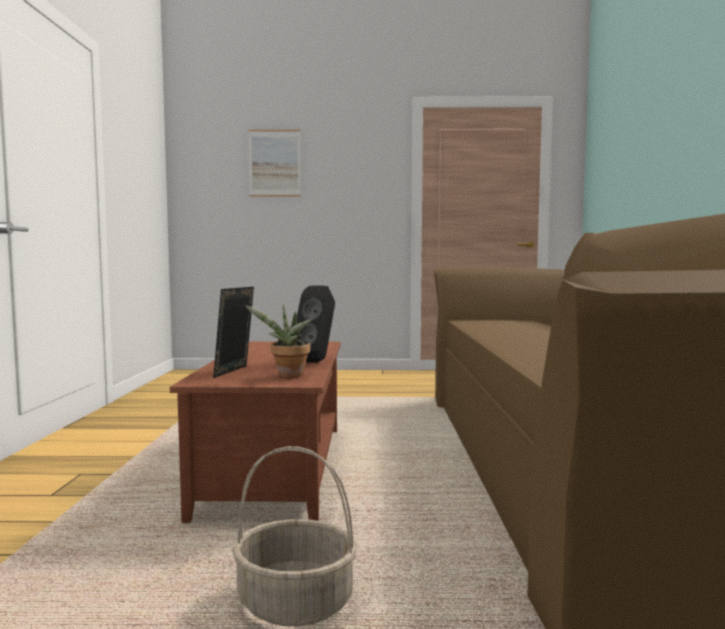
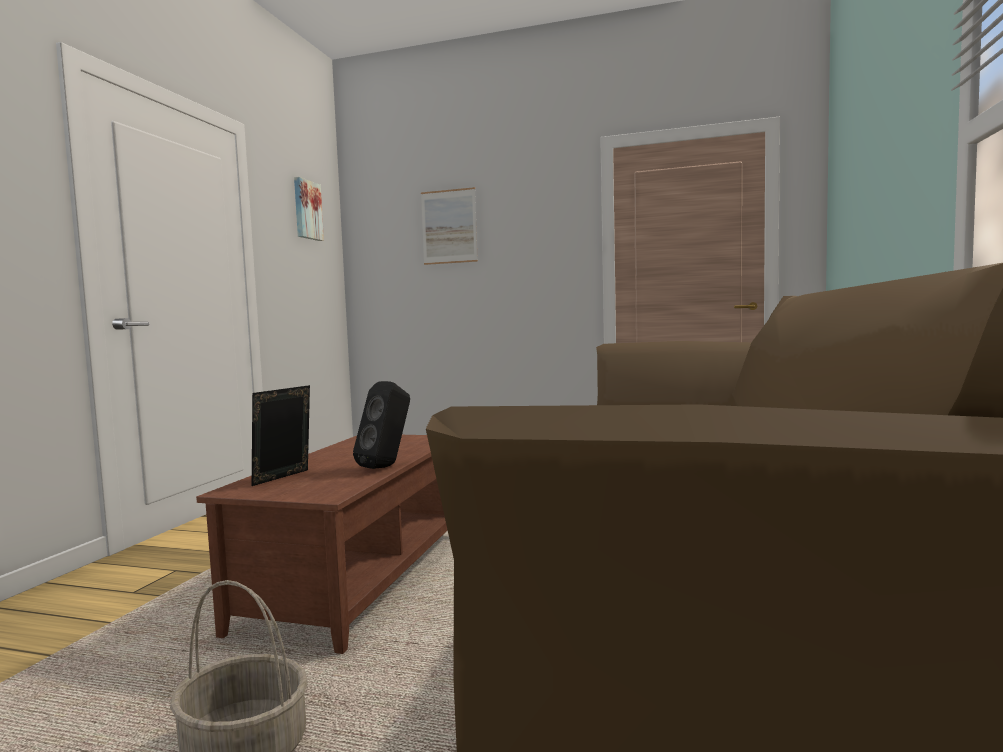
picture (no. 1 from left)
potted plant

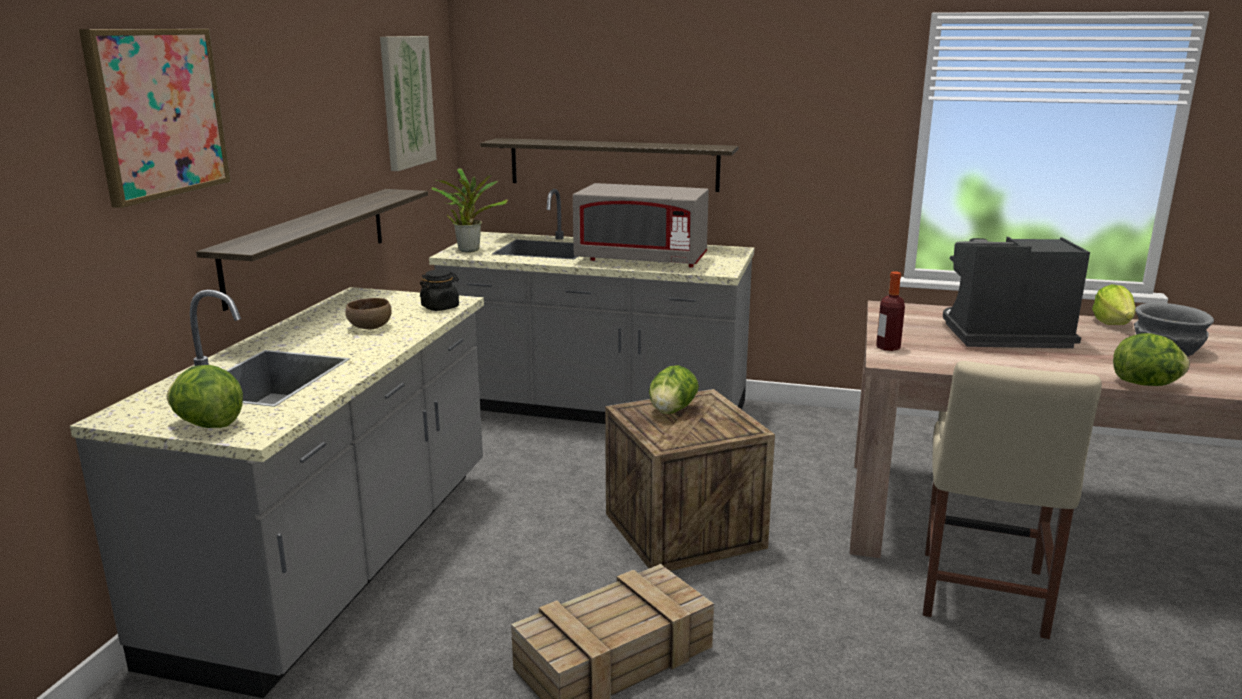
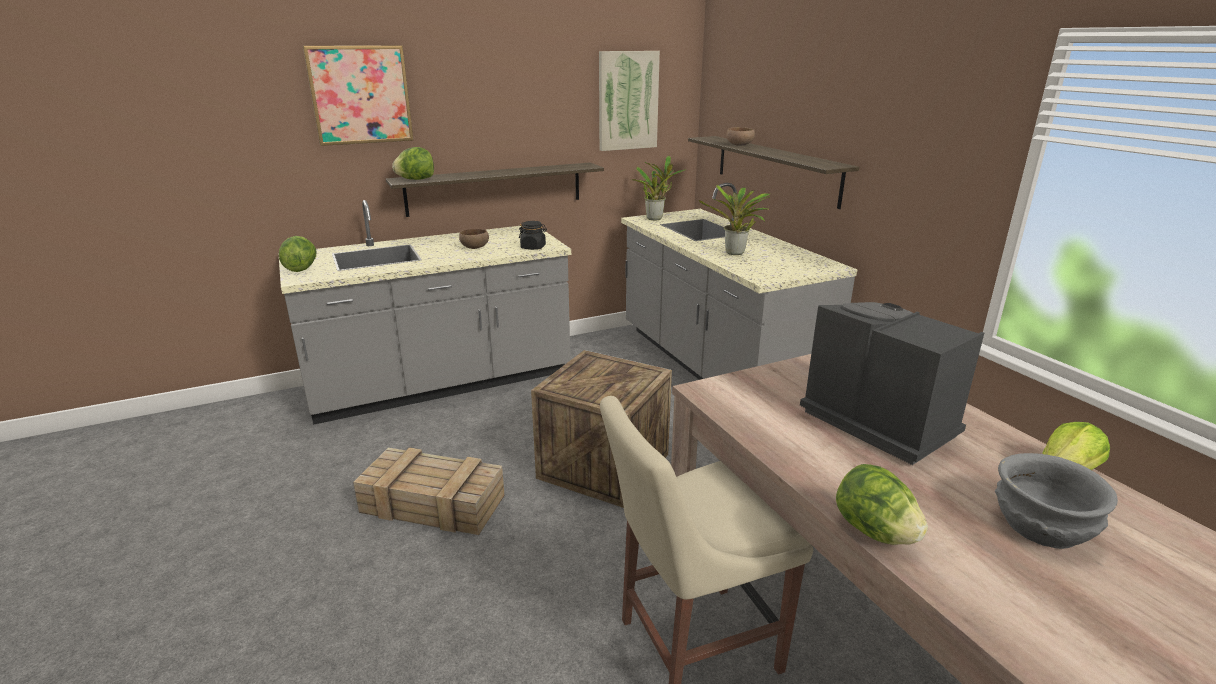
lettuce head (no. 2 from left)
potted plant (no. 2 from left)
deep dish in brown-coloured (no. 2 from left)
bottle

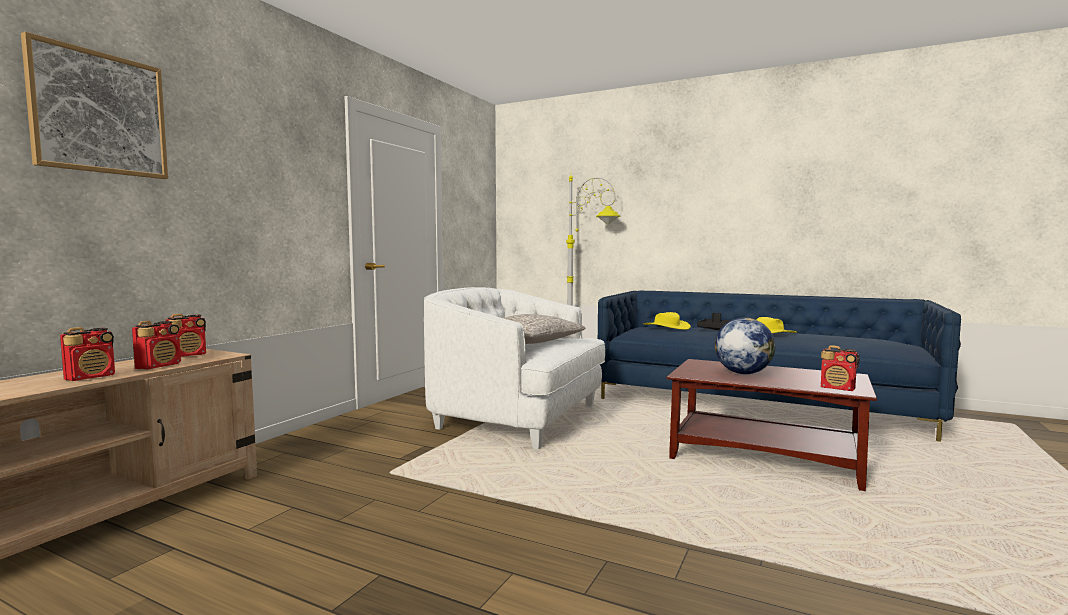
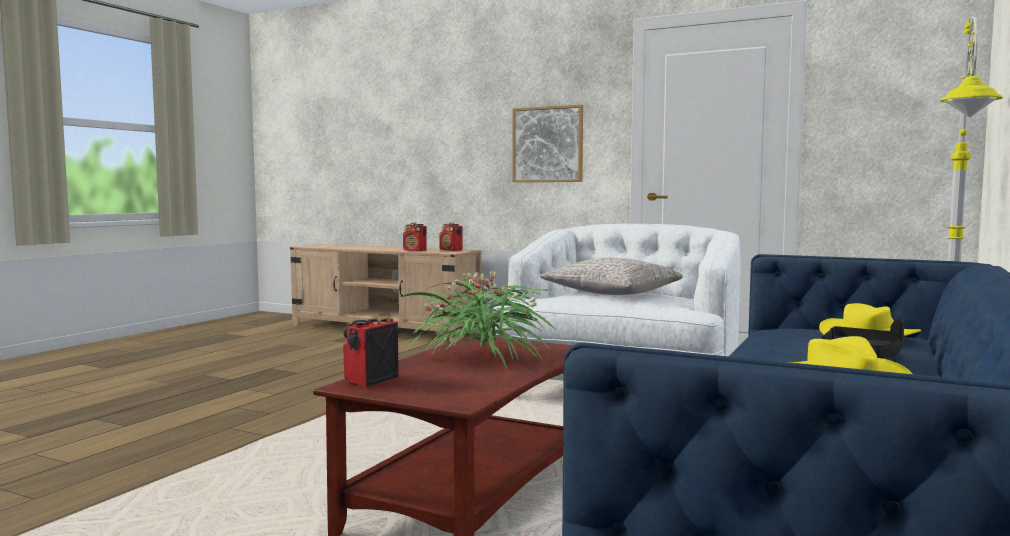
potted plant
picture
radio (no. 1 from left in the first image)

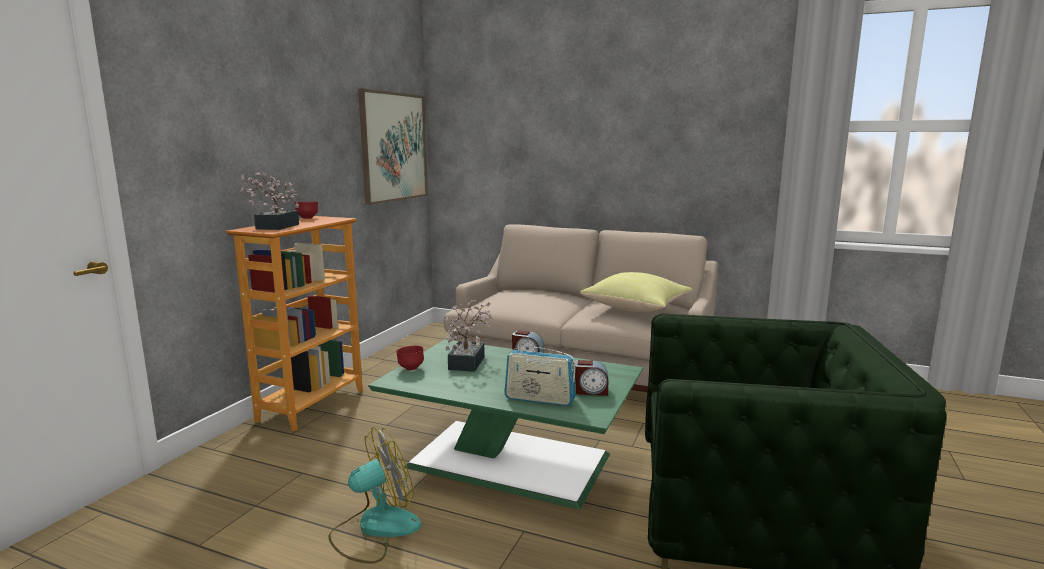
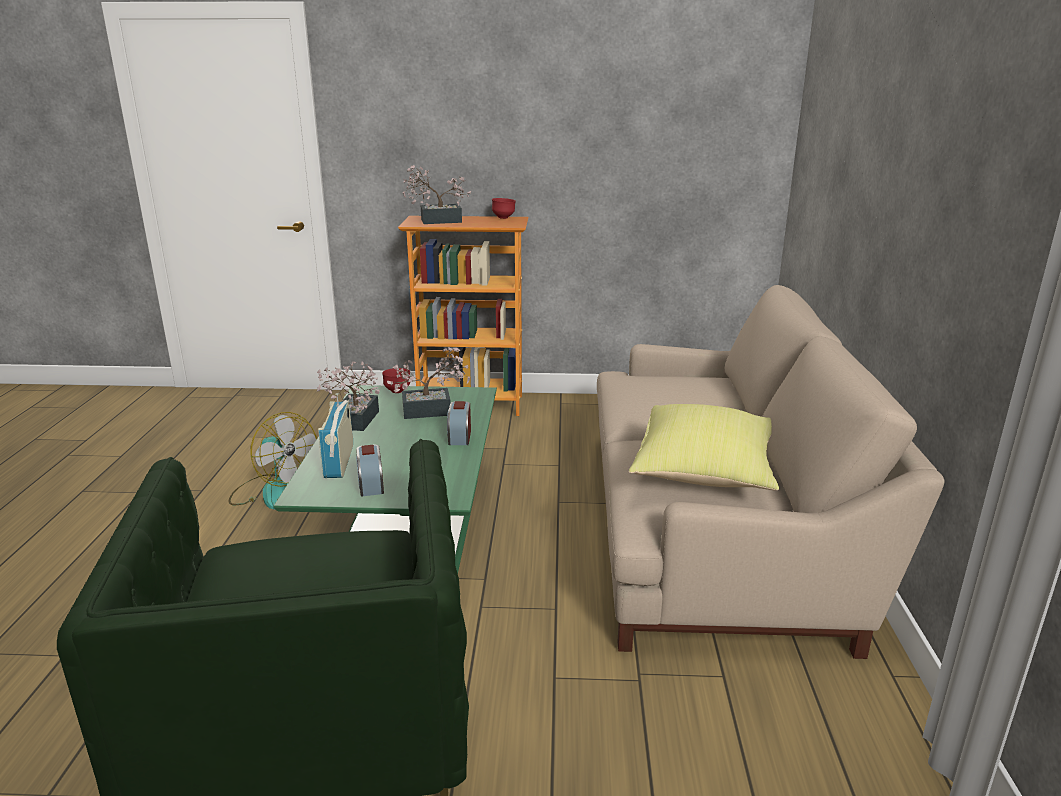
potted plant (no. 1 from left)
picture

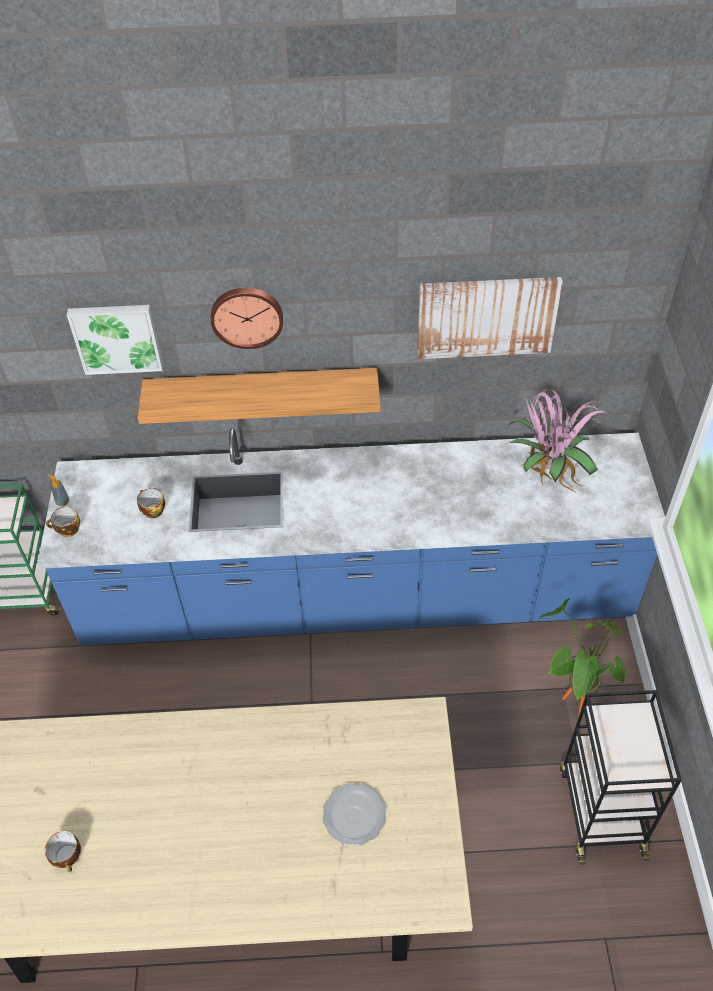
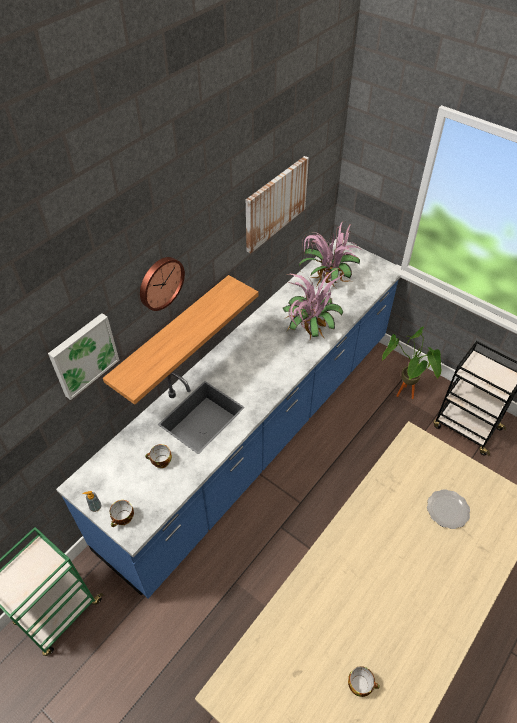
potted plant (no. 1 from left)

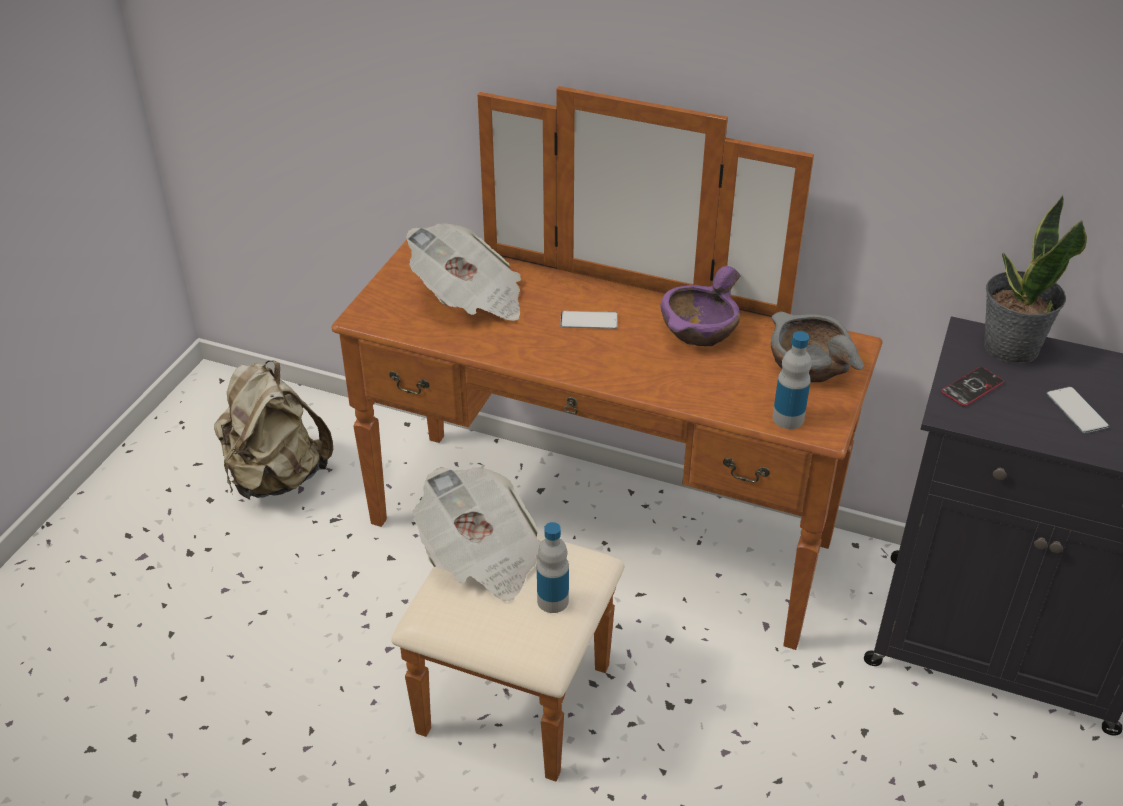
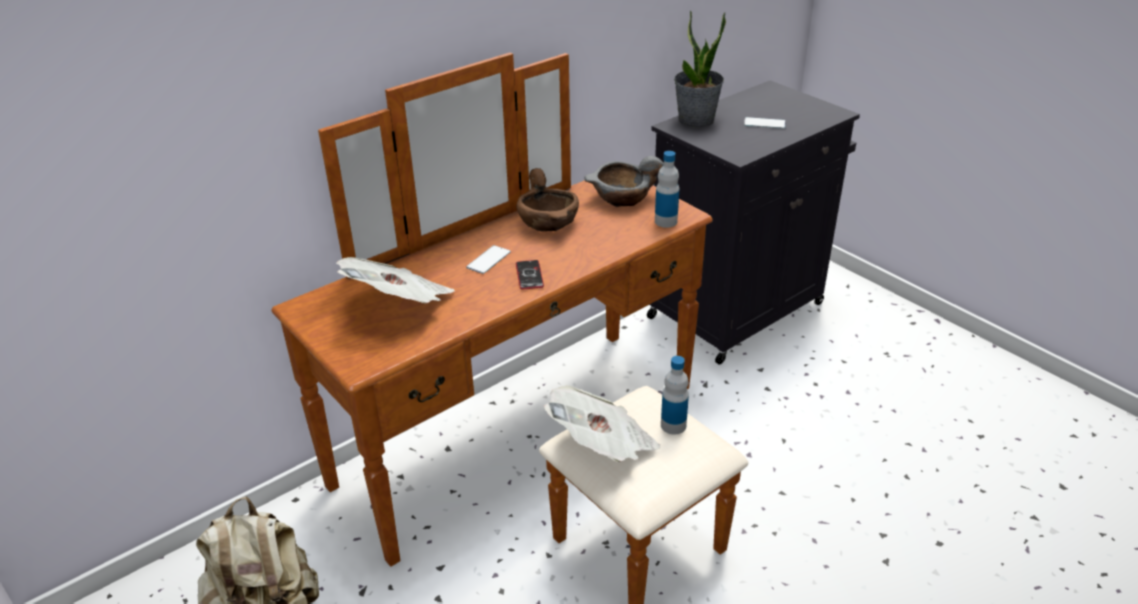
deep dish in brown-coloured
telephone (no. 2 from left)

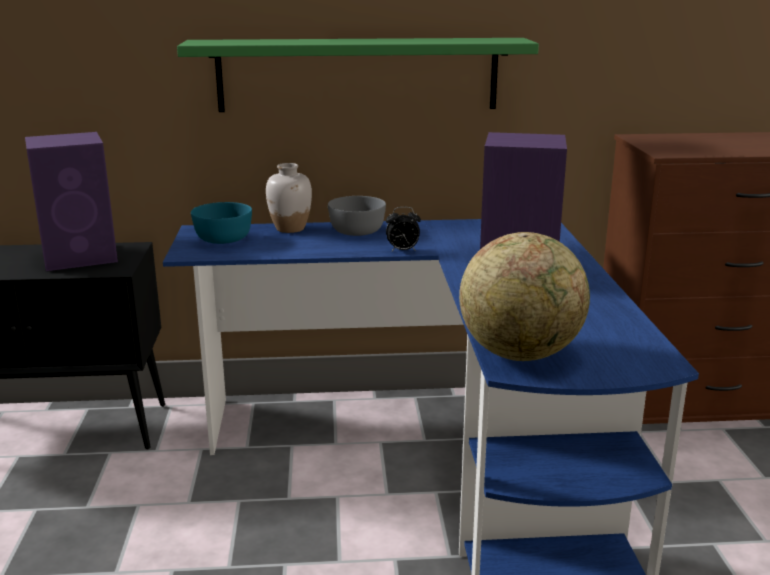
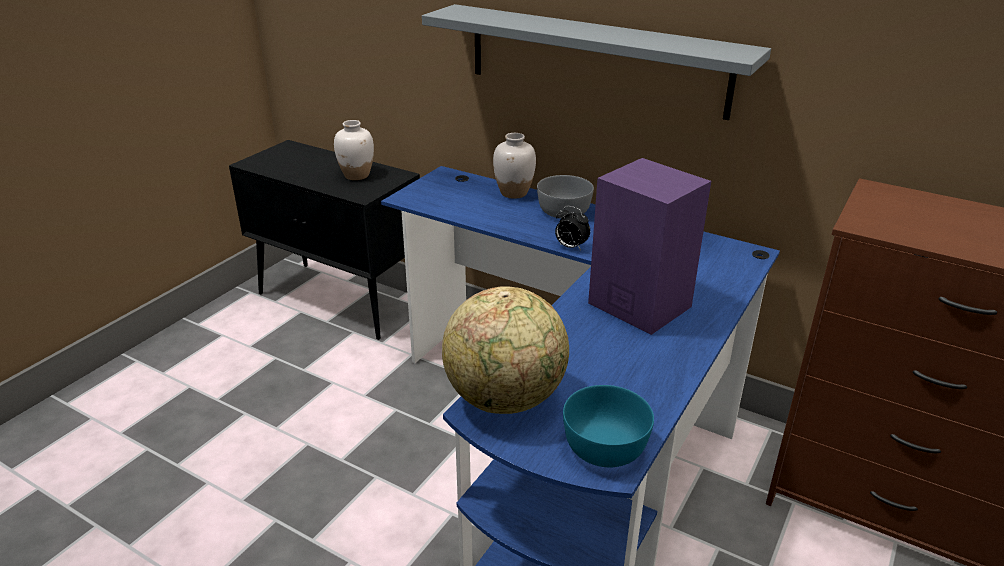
flower vase in whitish (no. 1 from left)
wall shelf in grey
deep dish in blue-green

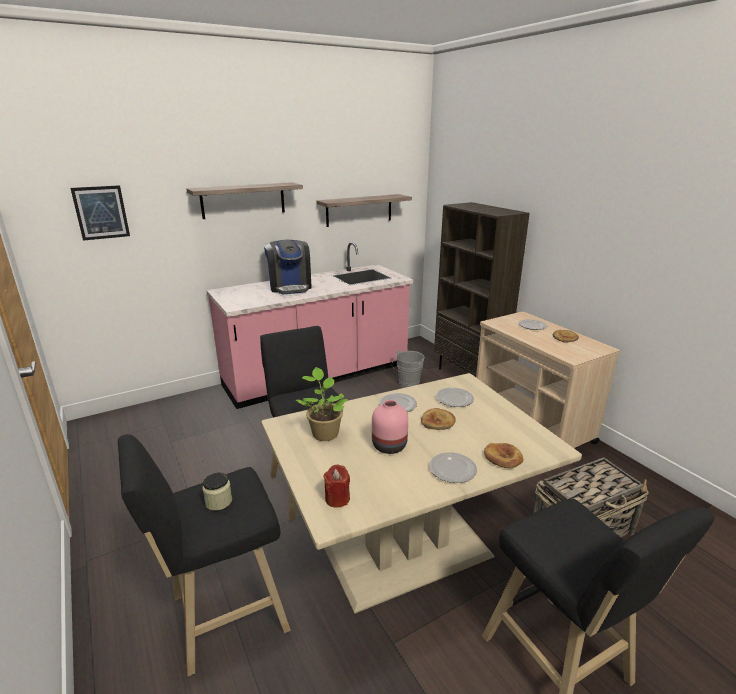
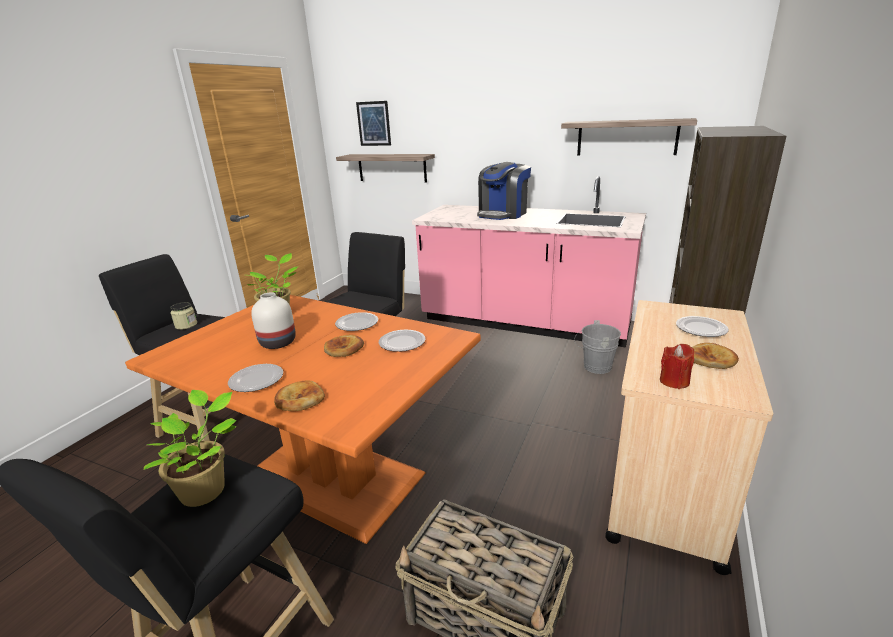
dining table in orangey
potted plant (no. 1 from left)
flower vase in whitish
wall shelf (no. 1 from left)
candle in reddish

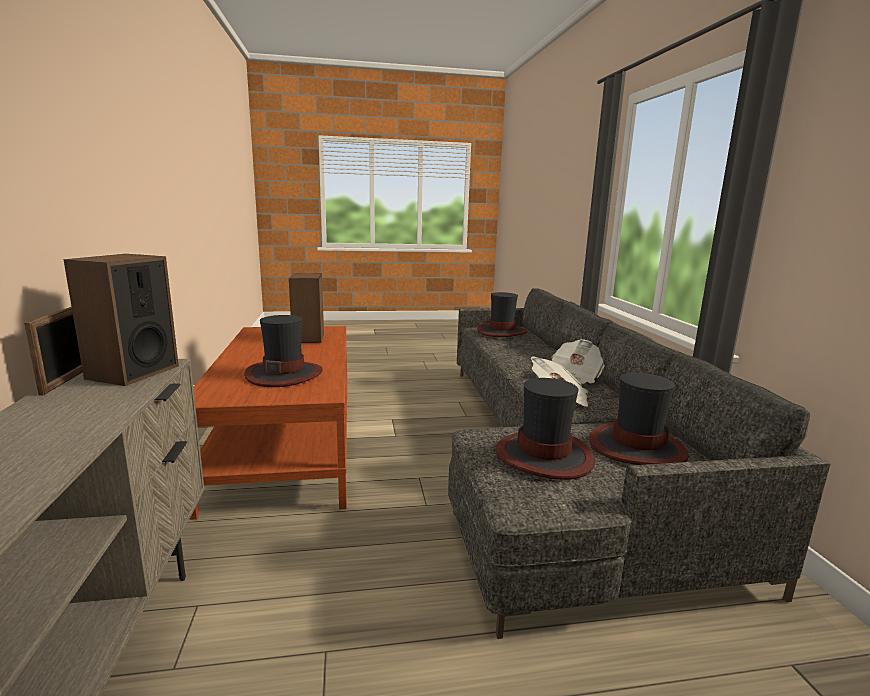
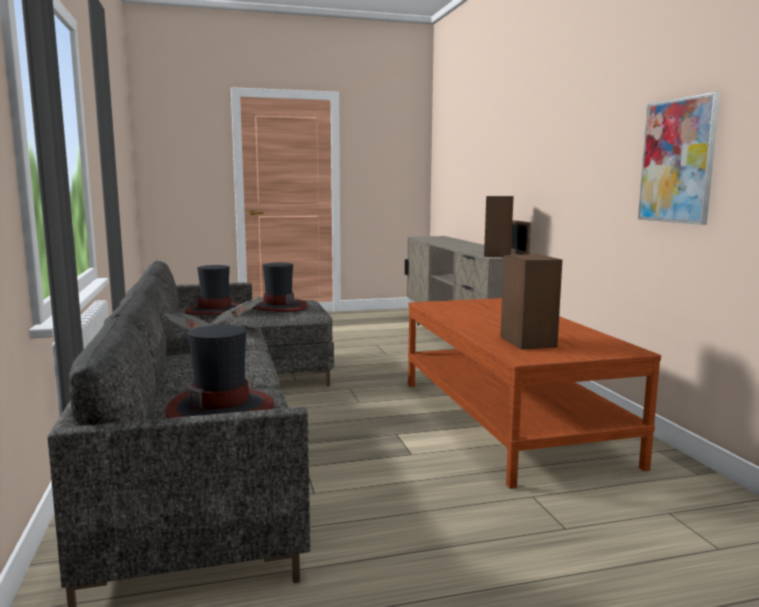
picture
clothing hat (no. 1 from left in the first image)

